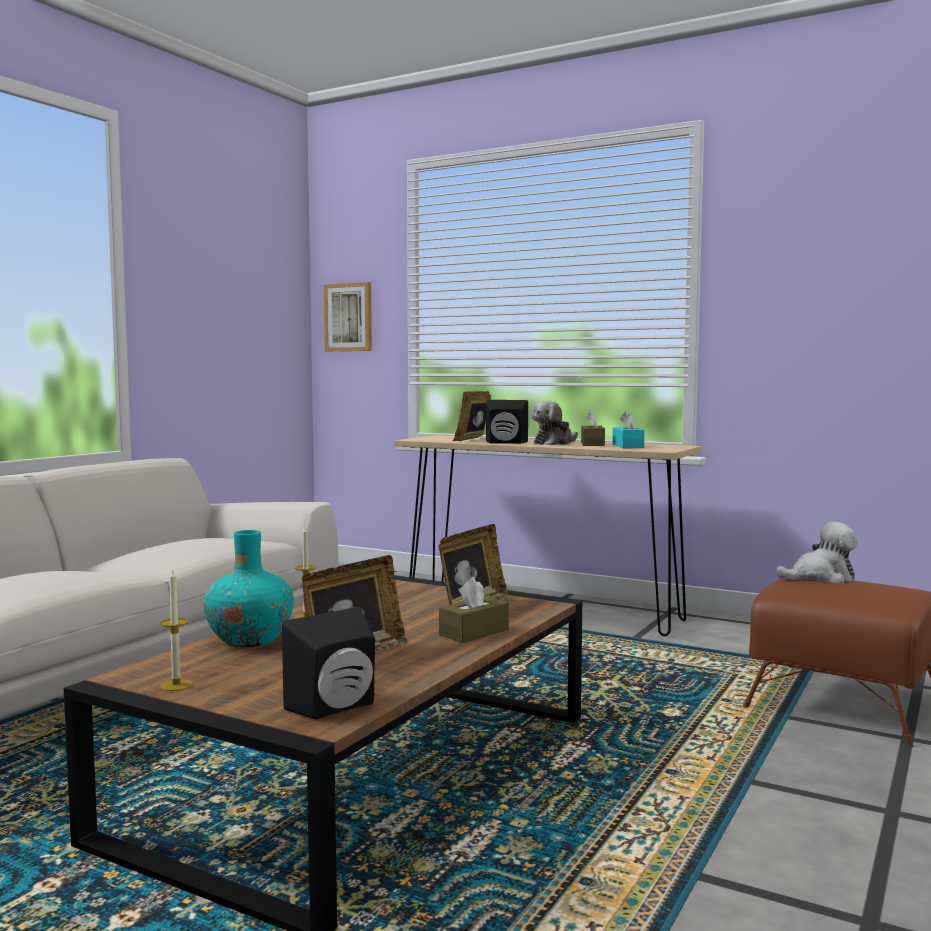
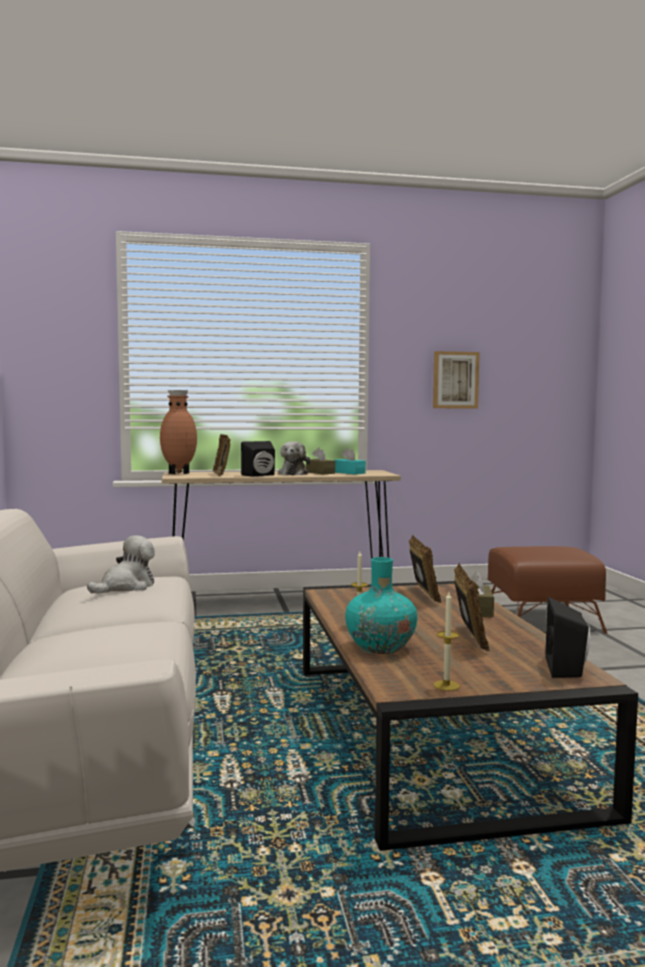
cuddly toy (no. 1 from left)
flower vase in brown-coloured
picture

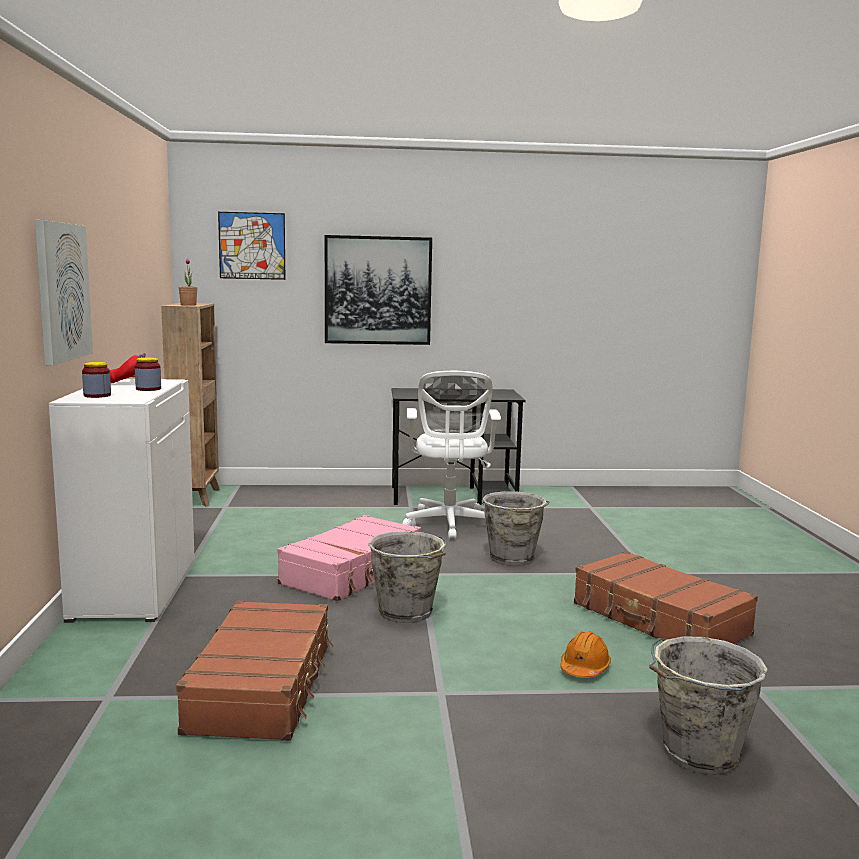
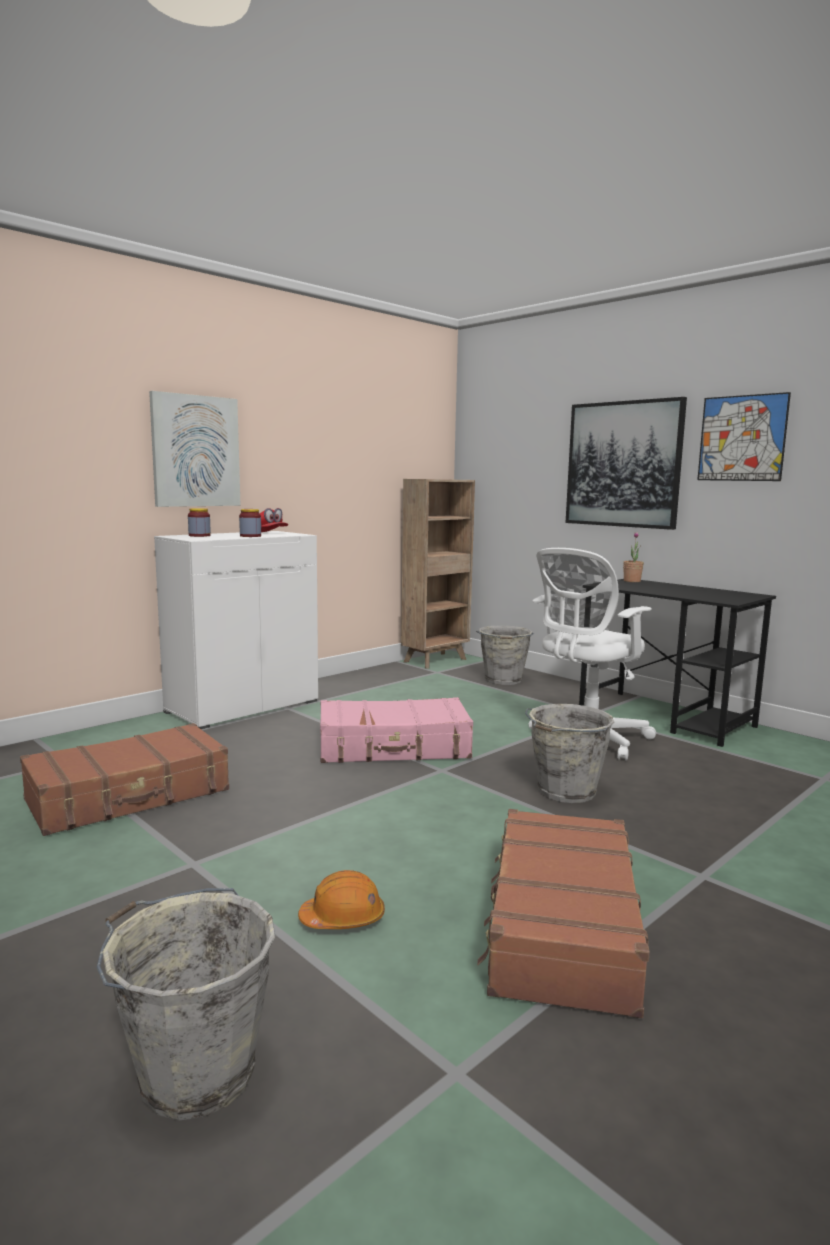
bucket in grey (no. 2 from left)
potted plant
picture (no. 3 from left)

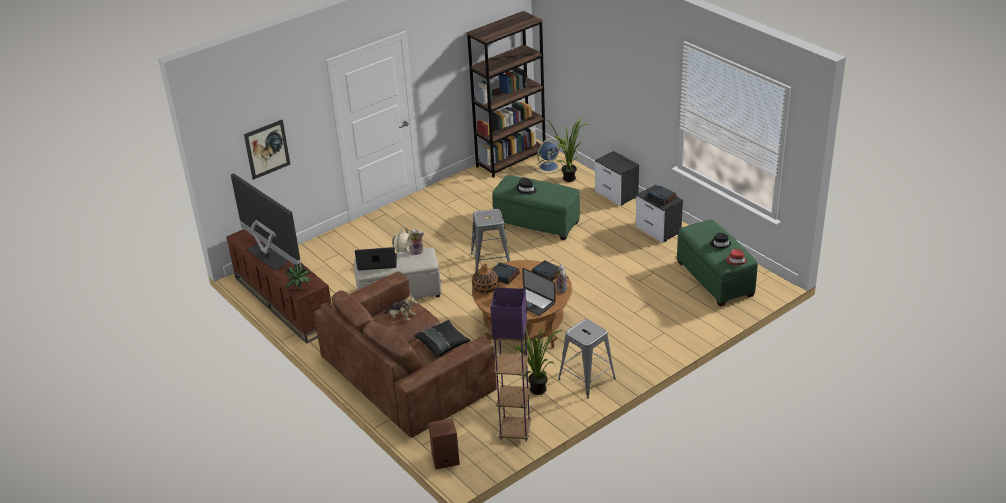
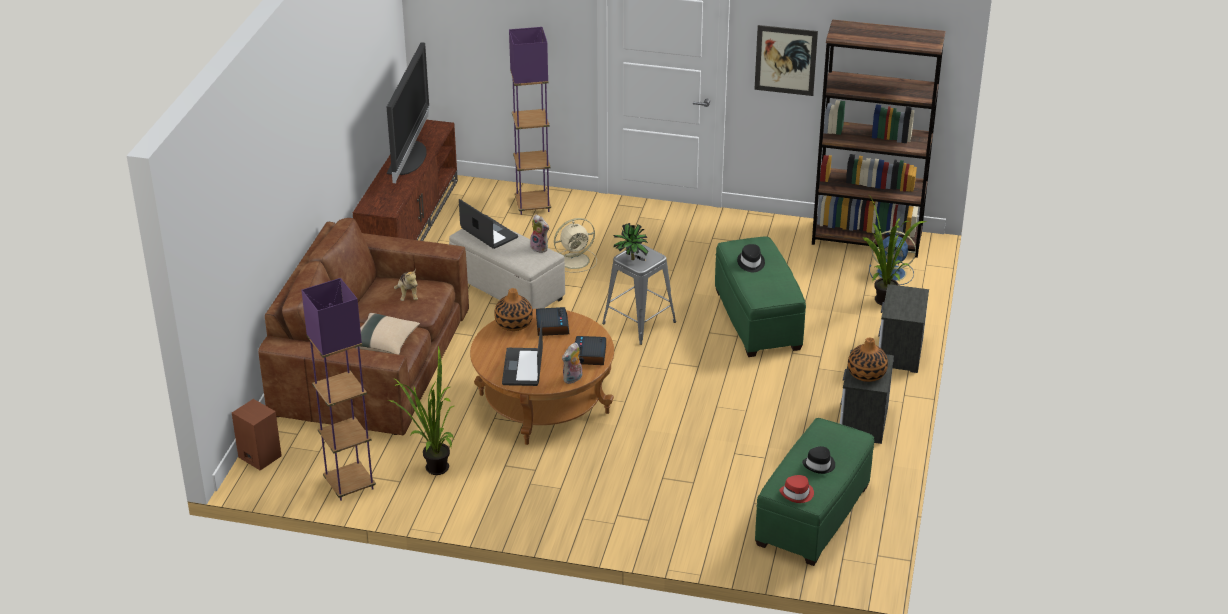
cushion in sand-coloured
standard lamp in purple-coloured (no. 2 from left)
potted plant (no. 2 from left)
picture
flower vase (no. 2 from left)
stool in grey (no. 2 from left in the first image)

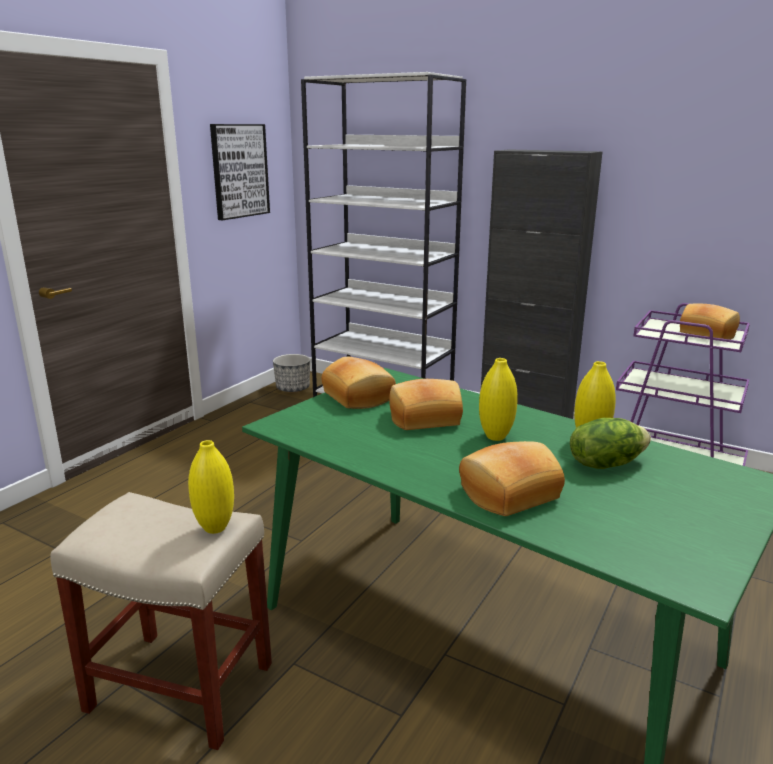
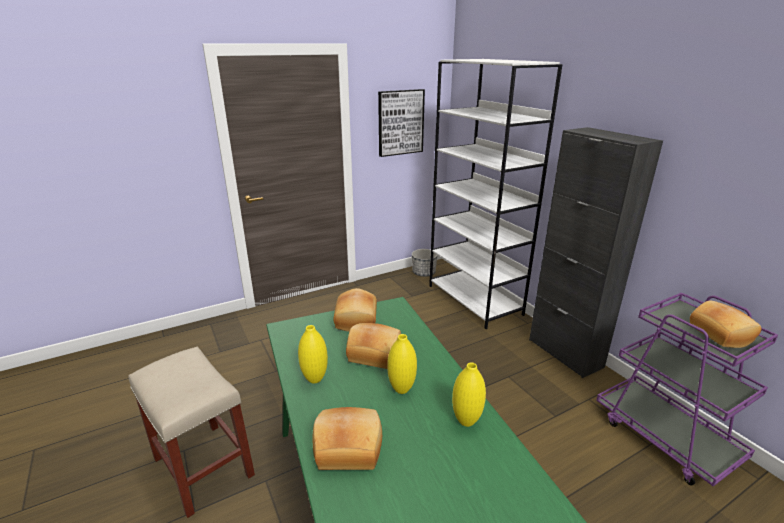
flower vase in yellow (no. 1 from left)
lettuce head

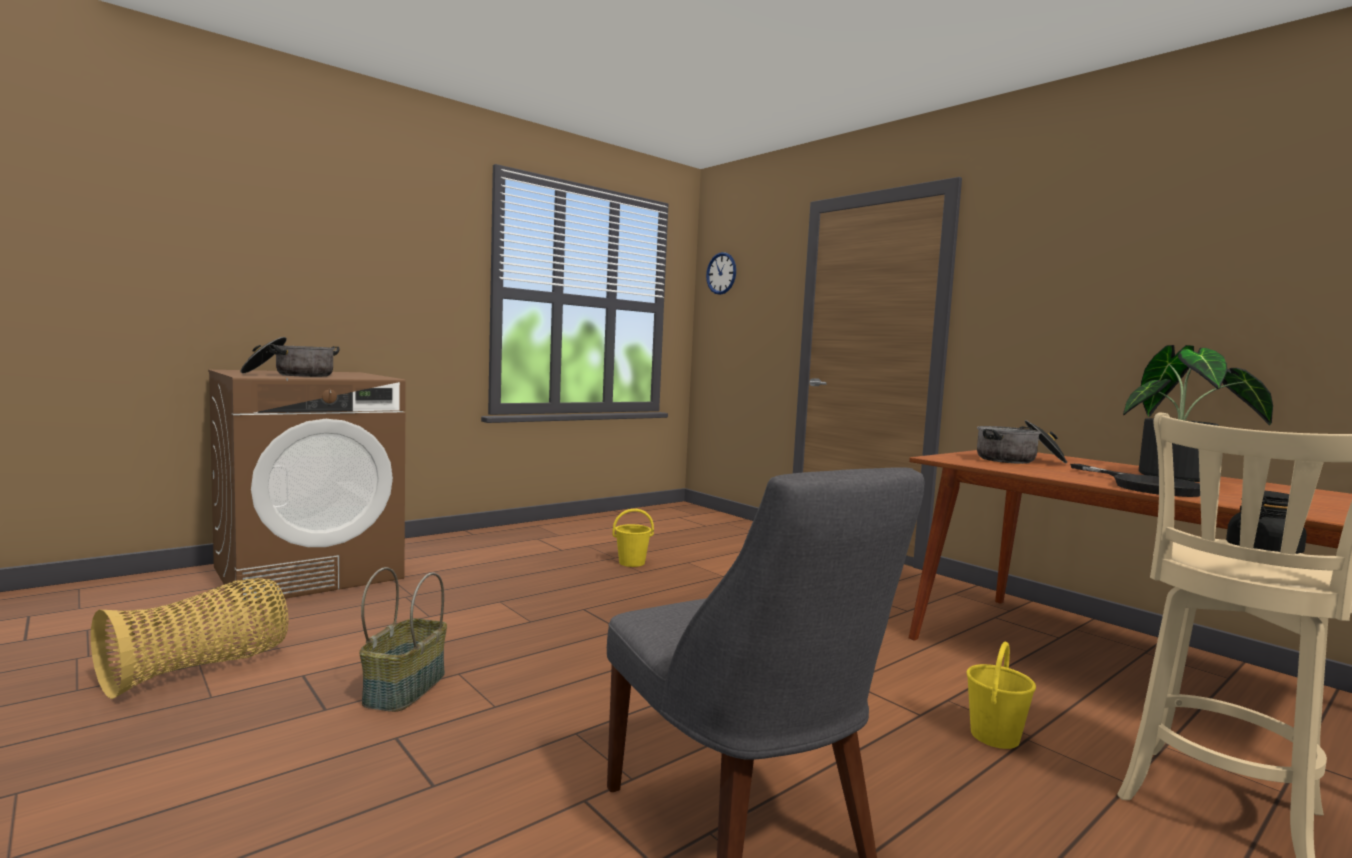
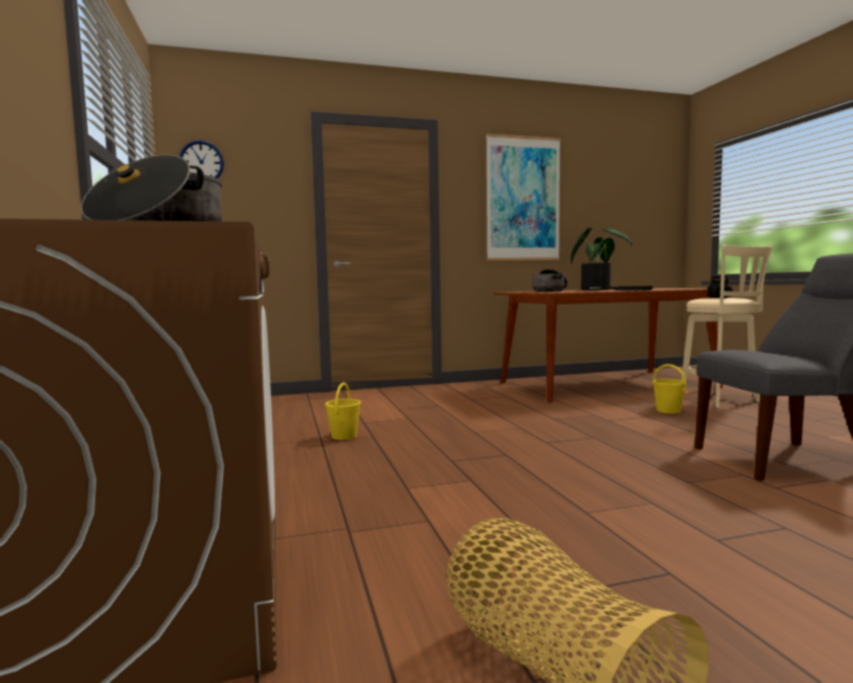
picture
basket (no. 2 from left in the first image)

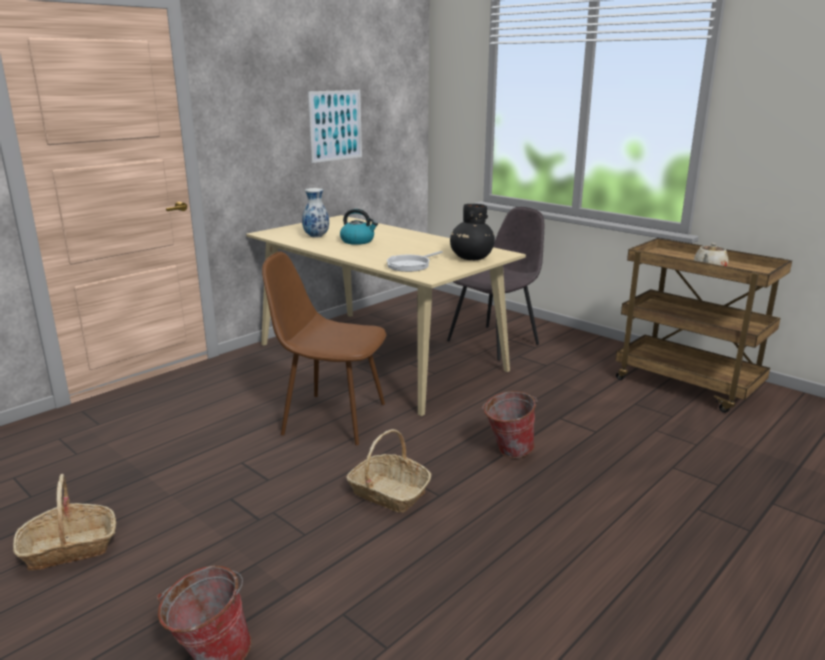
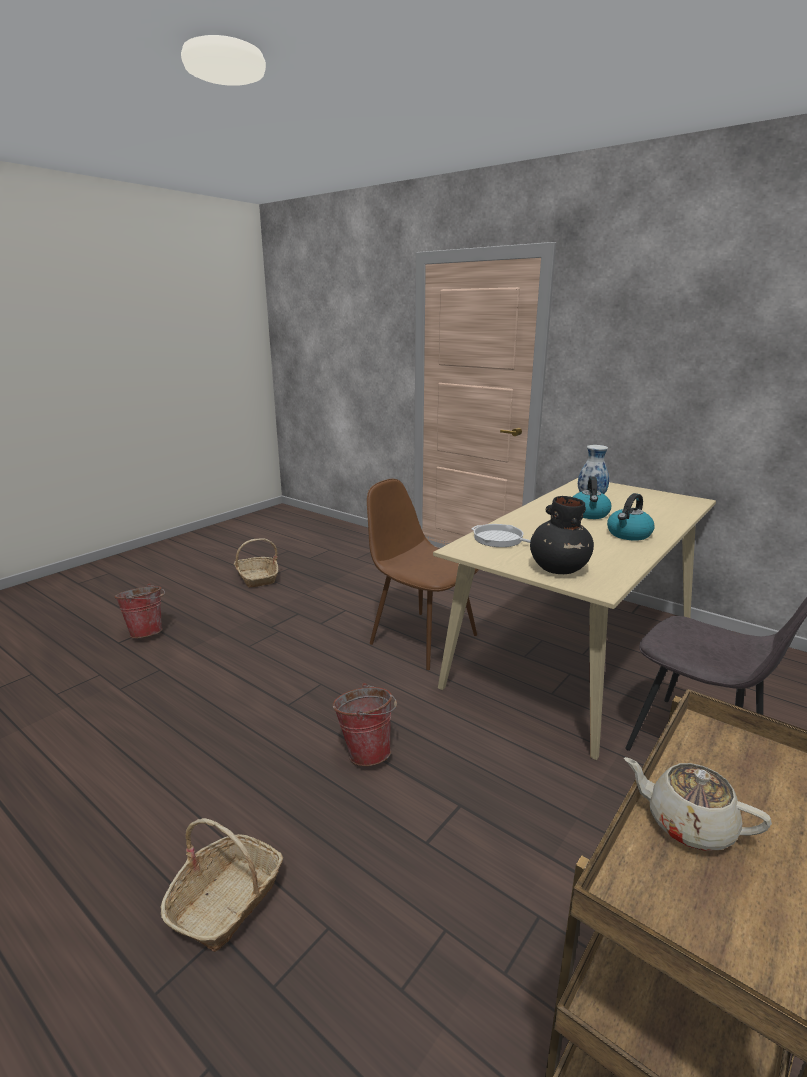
basket (no. 1 from left)
upright chair in brown-coloured
water kettle (no. 2 from left)
picture

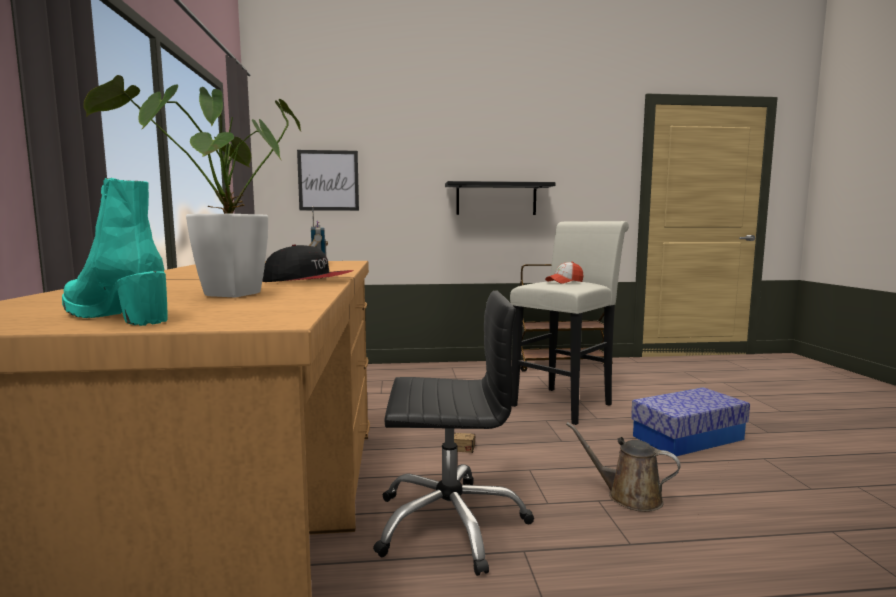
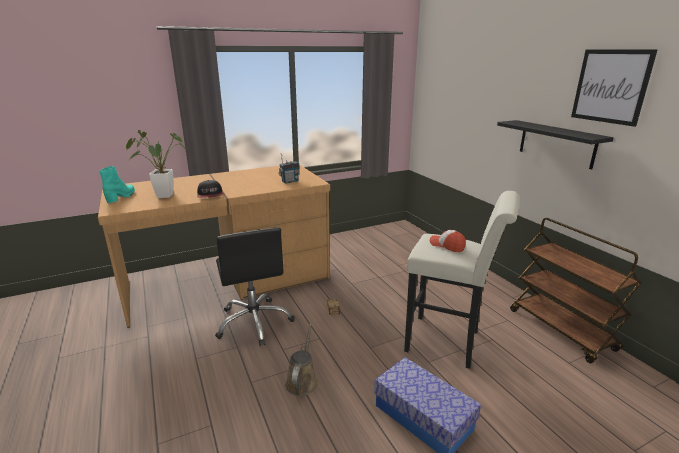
picture

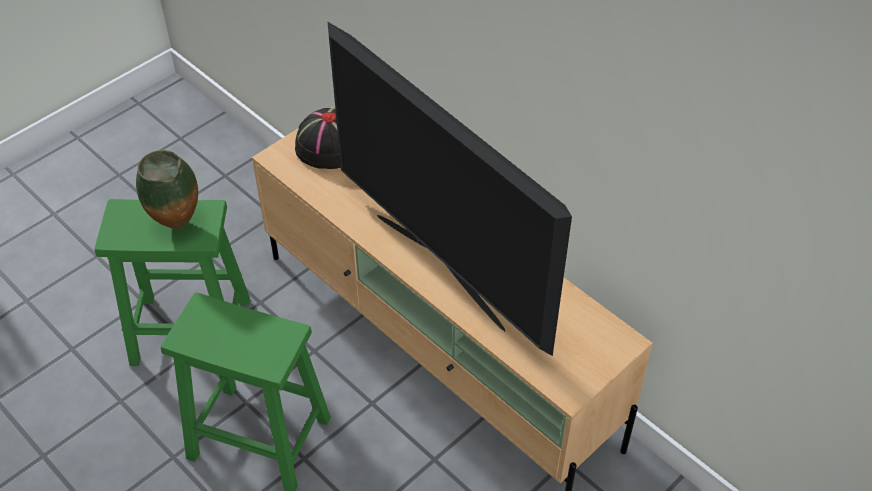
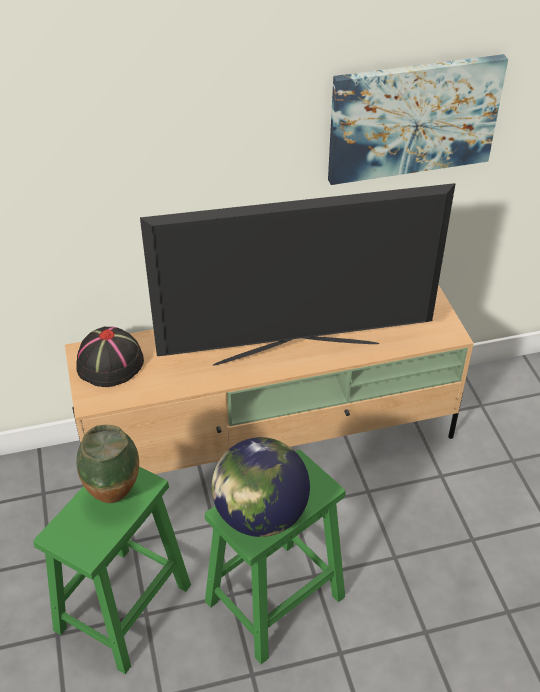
world globe
picture

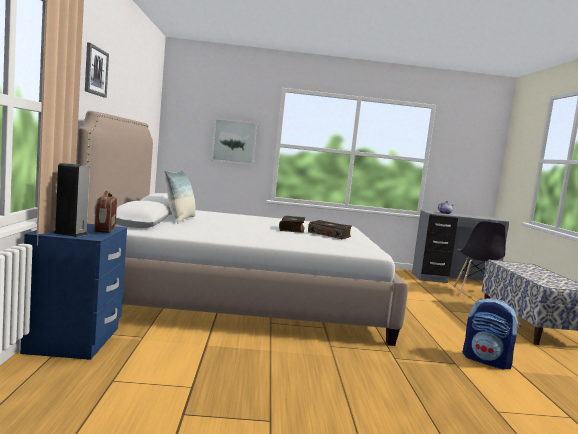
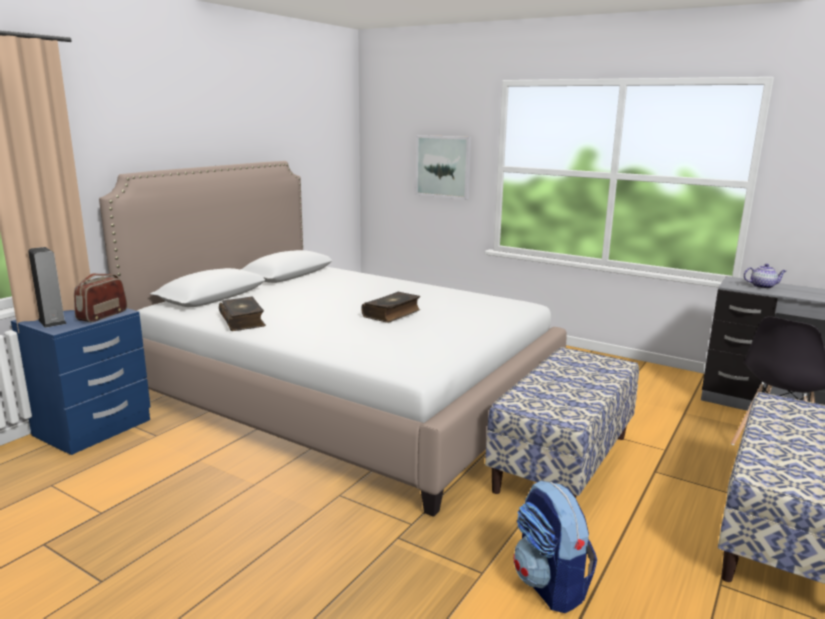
volume (no. 1 from left)
indoor bench (no. 1 from left)
picture (no. 1 from left in the first image)
cushion

